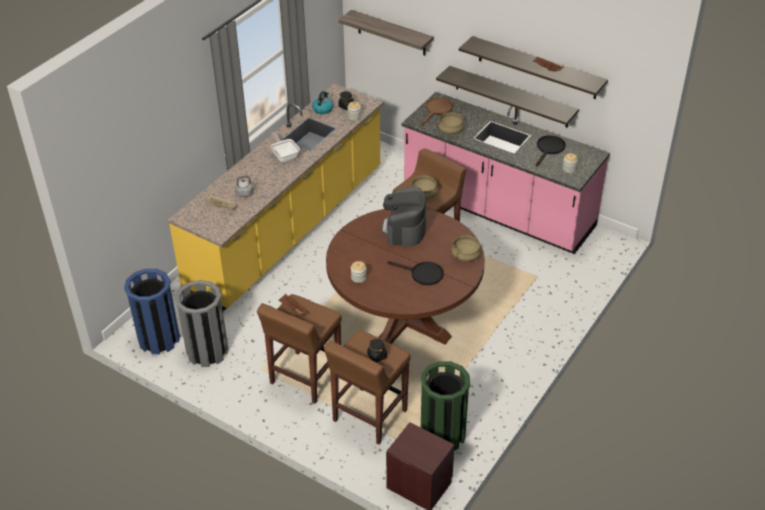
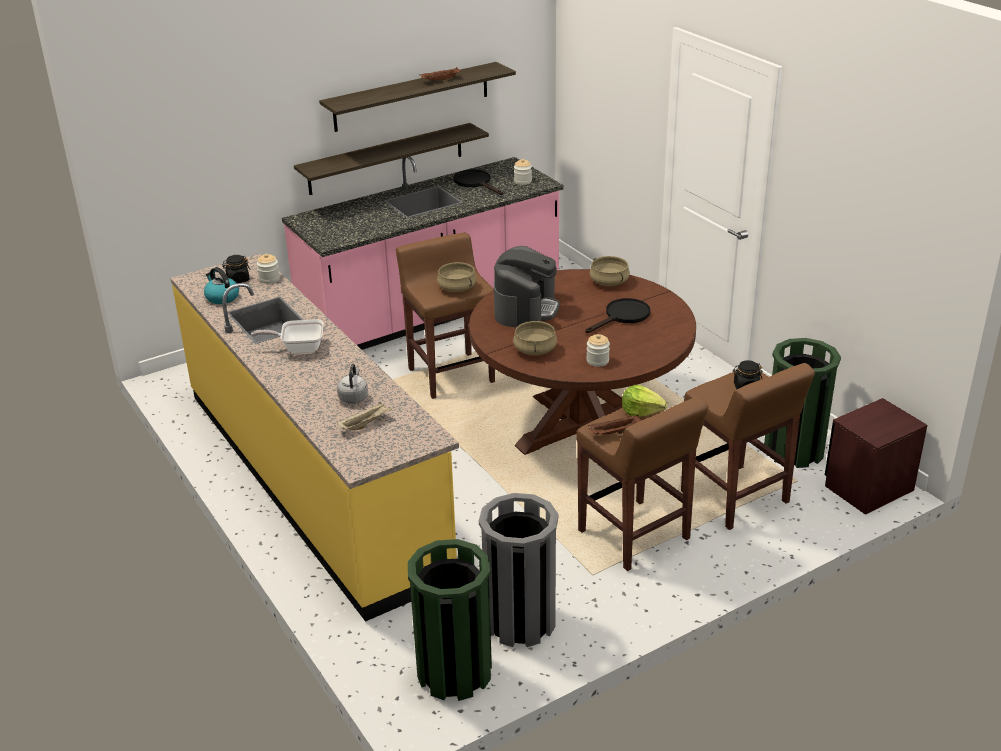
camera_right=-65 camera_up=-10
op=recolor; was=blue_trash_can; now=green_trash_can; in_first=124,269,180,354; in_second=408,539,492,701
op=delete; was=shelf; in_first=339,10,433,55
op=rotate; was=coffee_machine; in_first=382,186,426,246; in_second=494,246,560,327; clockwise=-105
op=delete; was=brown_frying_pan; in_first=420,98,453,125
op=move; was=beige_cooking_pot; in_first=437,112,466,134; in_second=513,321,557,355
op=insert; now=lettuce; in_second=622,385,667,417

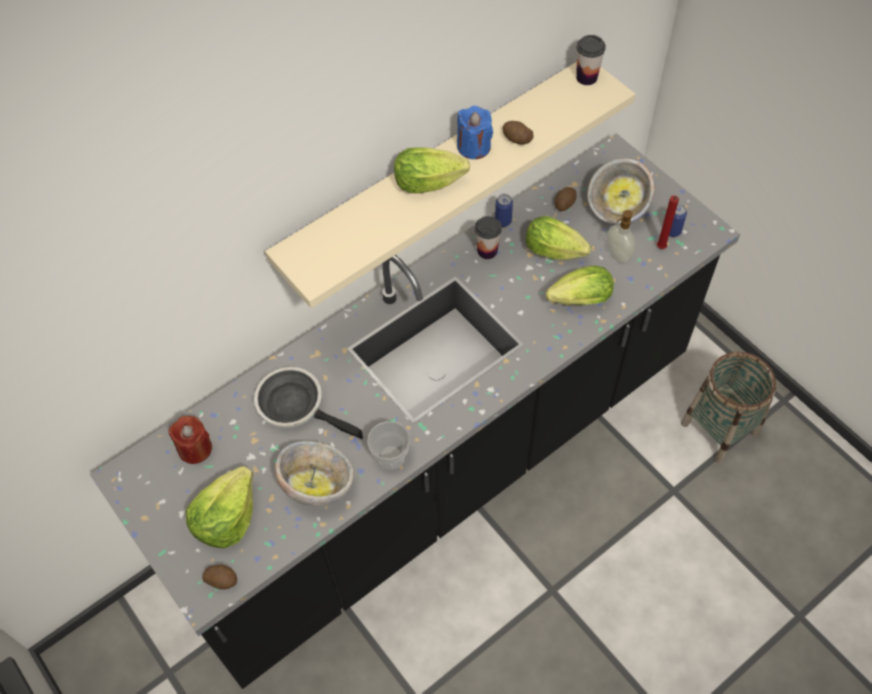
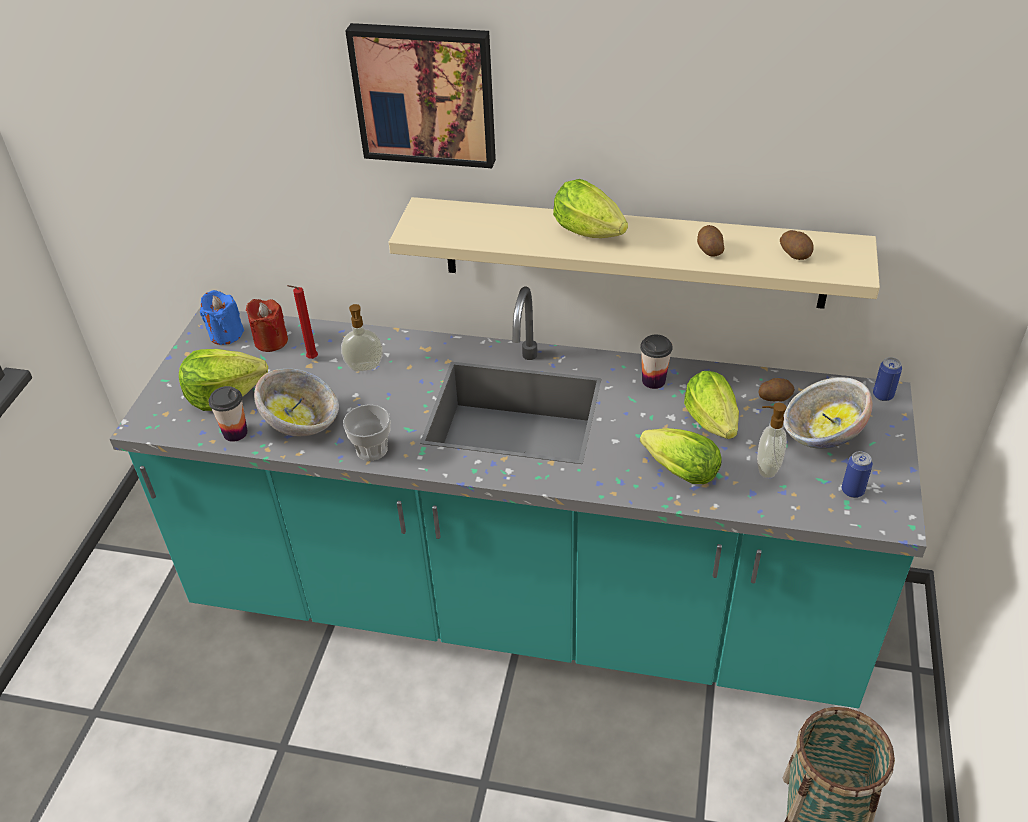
camera_right=50 camera_up=-15
op=recolor; was=black_counter; now=turquoise_counter; in_first=90,133,740,689; in_second=110,286,927,708
op=move; was=potato; in_first=202,565,237,590; in_second=780,230,814,260
op=replace; was=frying_pan; now=soap_dispenser; in_first=254,367,363,439; in_second=341,304,383,371
op=move; was=blue_candle; in_first=457,106,493,159; in_second=200,290,244,345
op=move; was=can; in_first=495,194,513,227; in_second=873,357,902,401
op=move; was=cup; in_first=576,35,606,85; in_second=208,386,248,442
op=move; was=red_candle; in_first=657,196,679,249; in_second=287,285,318,359
op=insert; now=picture; in_second=345,23,496,168

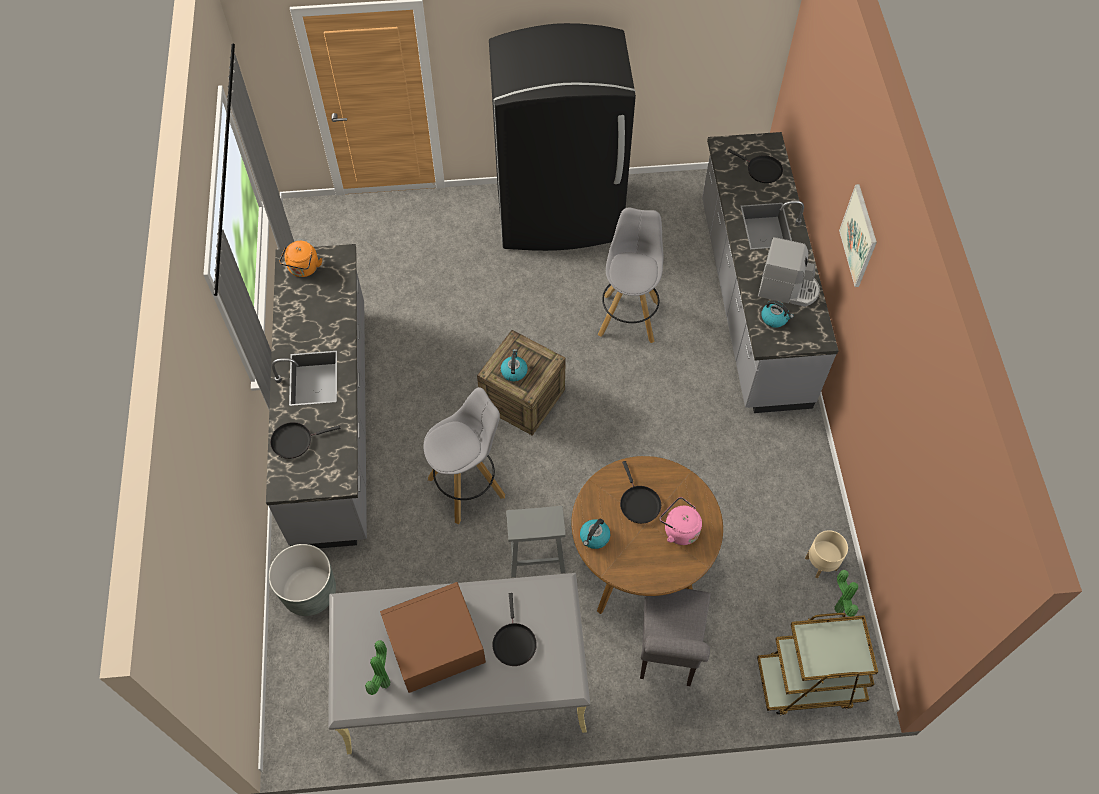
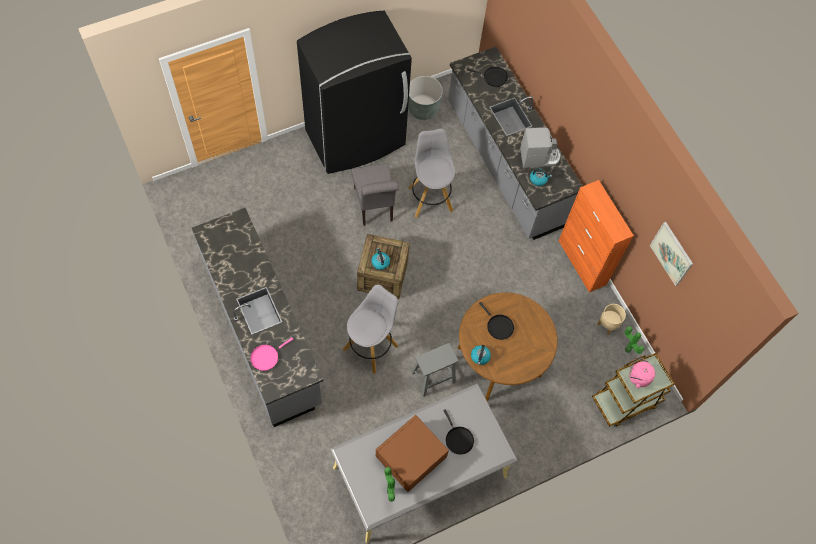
camera_right=-25 camera_up=5
op=move; was=grey_planter; in_first=269,544,336,616; in_second=408,76,443,120
op=recolor; was=black_frying_pan; now=pink_frying_pan; in_first=270,422,340,459; in_second=250,338,293,371
op=delete; was=orange_kettle; in_first=279,241,322,277
op=move; was=grey_chair; in_first=640,589,711,686; in_second=351,163,399,226
op=move; was=pink_kettle; in_first=660,497,702,545; in_second=629,357,655,388
op=move; was=picture; in_first=839,184,877,287; in_second=650,222,693,286
op=insert; now=orange_cabinet; in_second=559,180,634,293

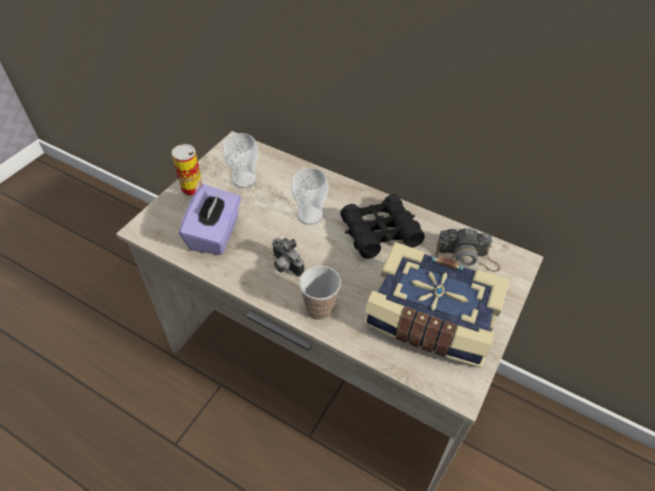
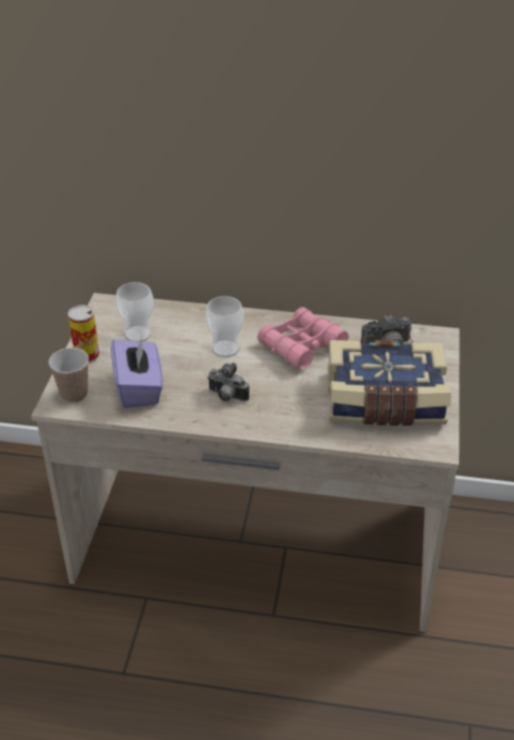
camera_right=-20 camera_up=-10
op=move; was=cup; in_first=299,266,341,320; in_second=49,348,89,403
op=recolor; was=black_binoculars; now=pink_binoculars; in_first=340,194,425,259; in_second=257,307,349,369

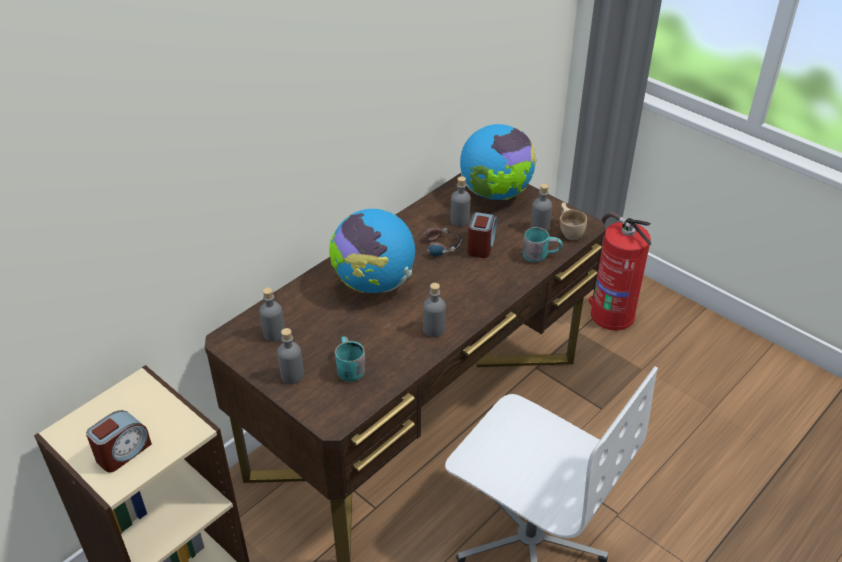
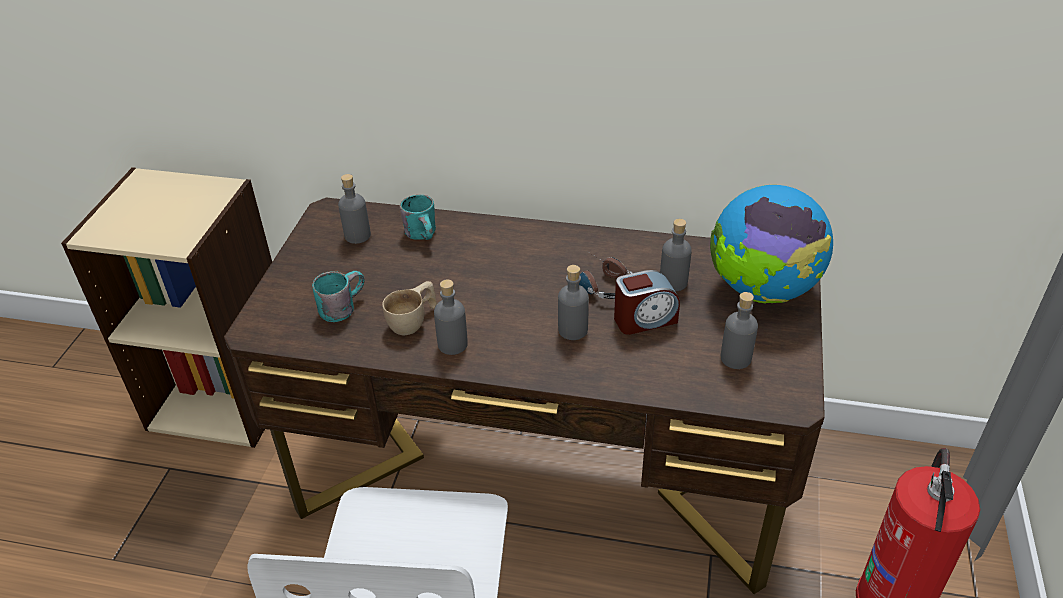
camera_right=60 camera_up=0
op=delete; was=alarm_clock; in_first=86,410,152,473
op=move; was=grey_bottle; in_first=277,328,304,384; in_second=558,265,589,340
op=delete; was=globe; in_first=329,209,415,293
op=move; was=turquoise_mug; in_first=523,227,563,262; in_second=400,195,436,240
op=move; was=beige_cup; in_first=560,202,587,240; in_second=382,281,437,335

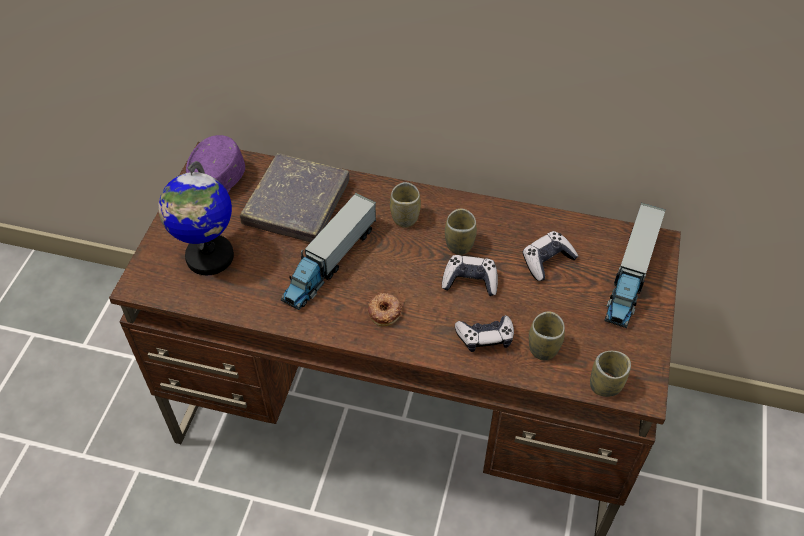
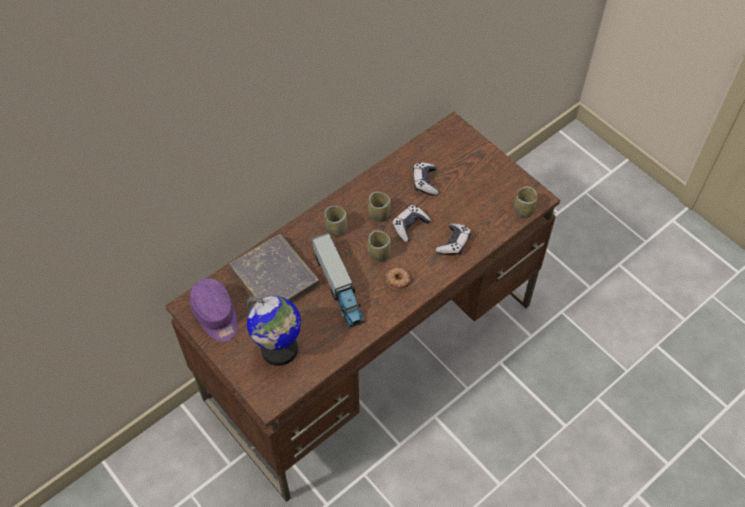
camera_right=-55 camera_up=5
op=move; was=cup; in_first=529,311,565,360; in_second=368,231,391,262
op=delete; was=toy_truck; in_first=604,203,666,328

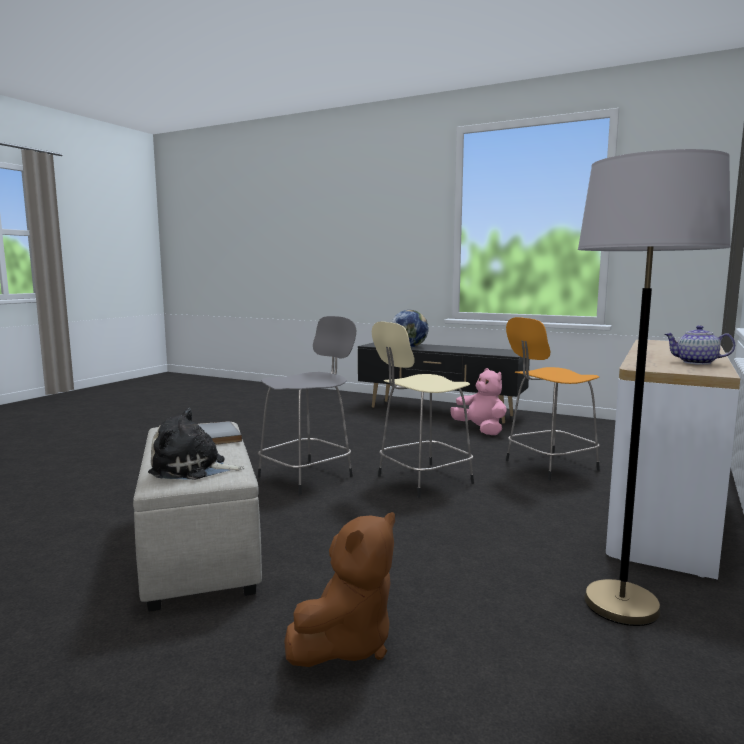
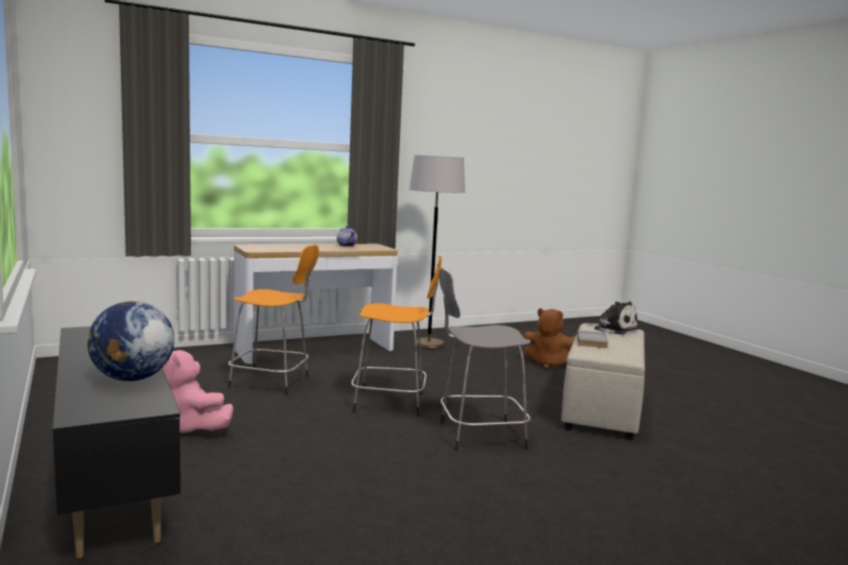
camera_right=-145 camera_up=0
op=rotate; was=brown_plush_toy; in_first=284,512,395,667; in_second=523,308,575,369; clockwise=-135
op=recolor; was=beige_stool; now=orange_stool; in_first=372,321,474,498; in_second=351,256,442,416
op=rotate; was=pink_plush_toy; in_first=450,368,507,435; in_second=162,350,233,433; clockwise=-45

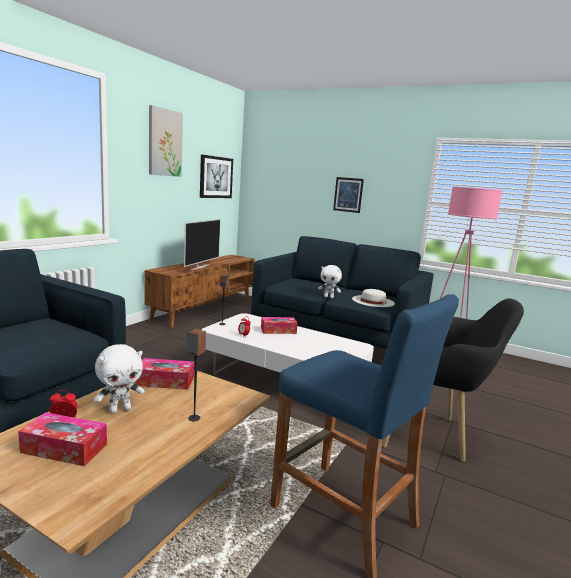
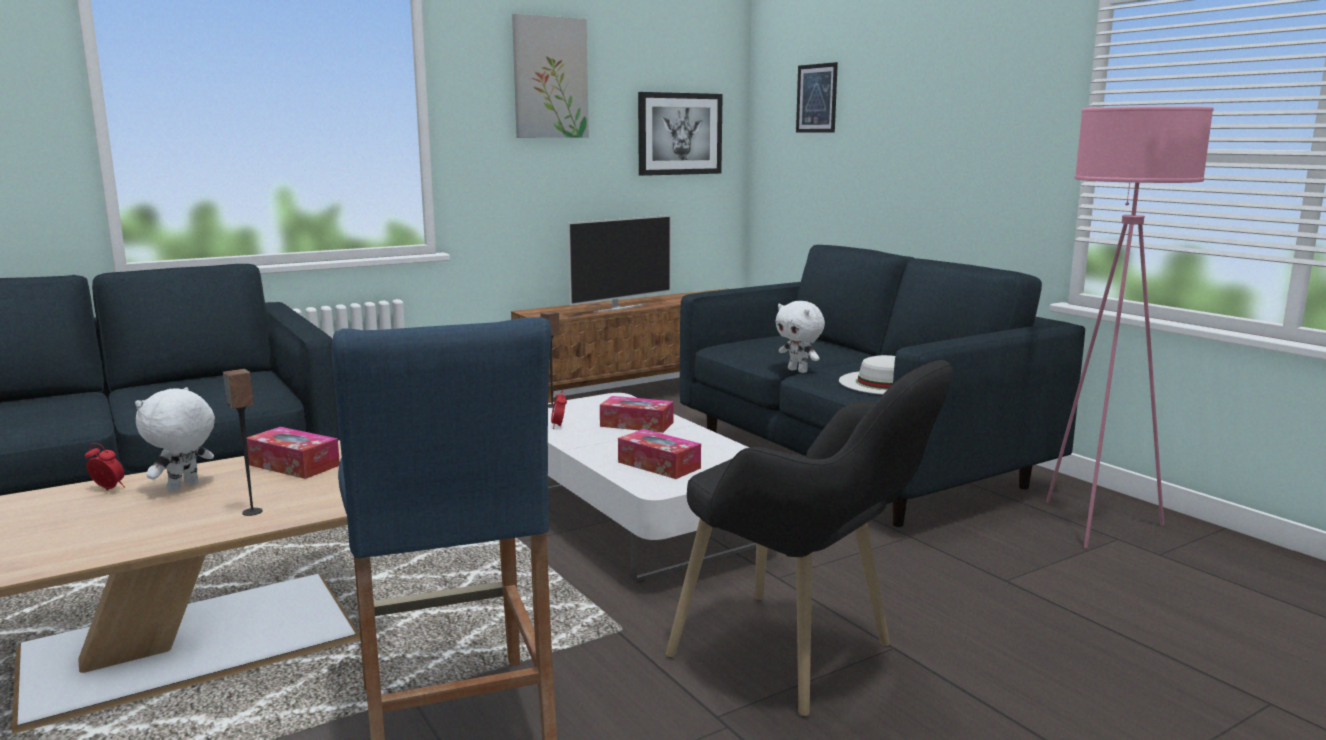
camera_right=30 camera_up=0
op=move; was=tissue_box; in_first=18,412,107,466; in_second=618,429,701,479
op=rotate; was=white_plush_toy; in_first=94,344,145,414; in_second=135,387,215,493; clockwise=120
op=move; was=picture; in_first=333,177,364,213; in_second=796,62,838,133

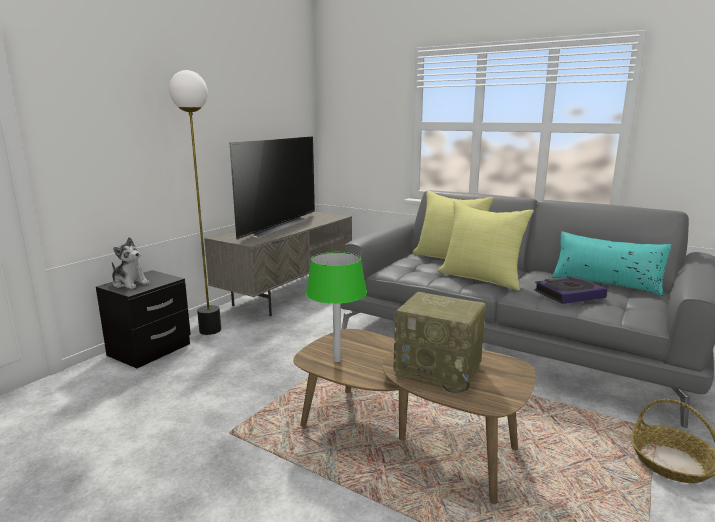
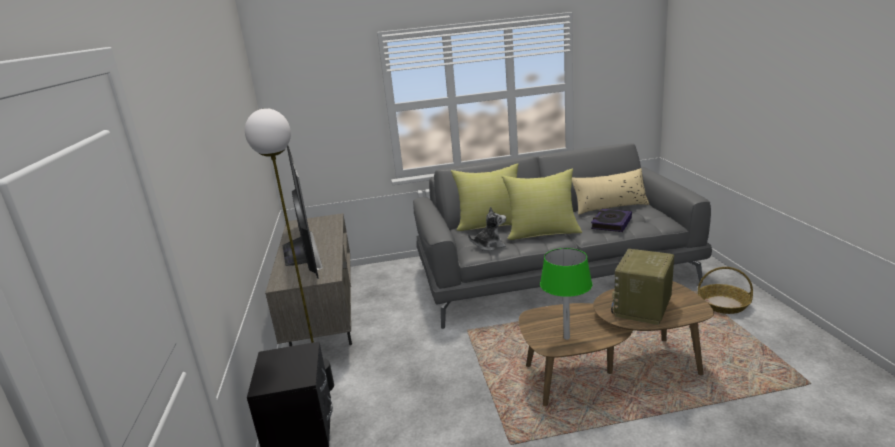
camera_right=-40 camera_up=5
op=move; was=plush_toy; in_first=112,237,150,289; in_second=468,206,506,251
op=rotate; was=radio; in_first=393,292,486,393; in_second=611,249,674,325; clockwise=135
op=recolor; was=turquoise_pillow; now=beige_pillow; in_first=552,232,672,296; in_second=572,168,649,215

